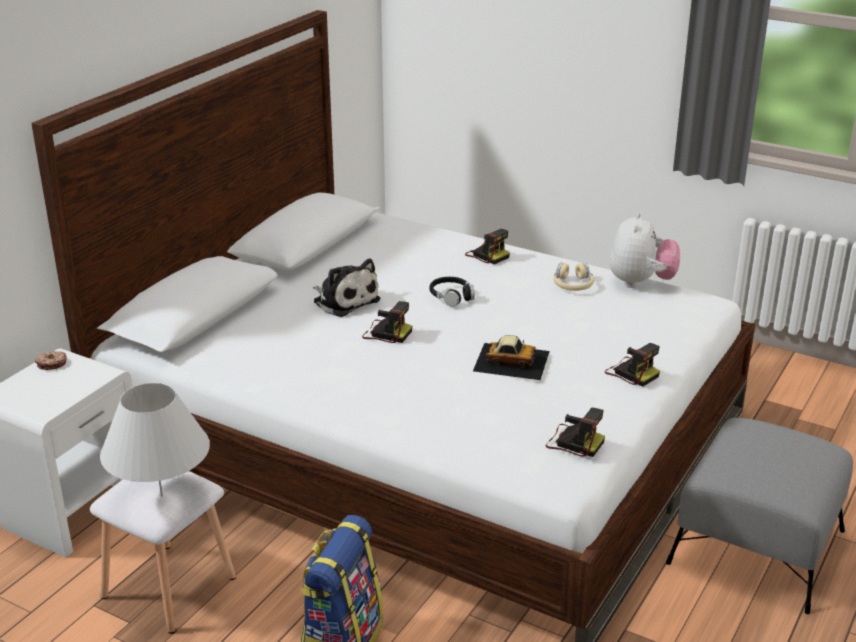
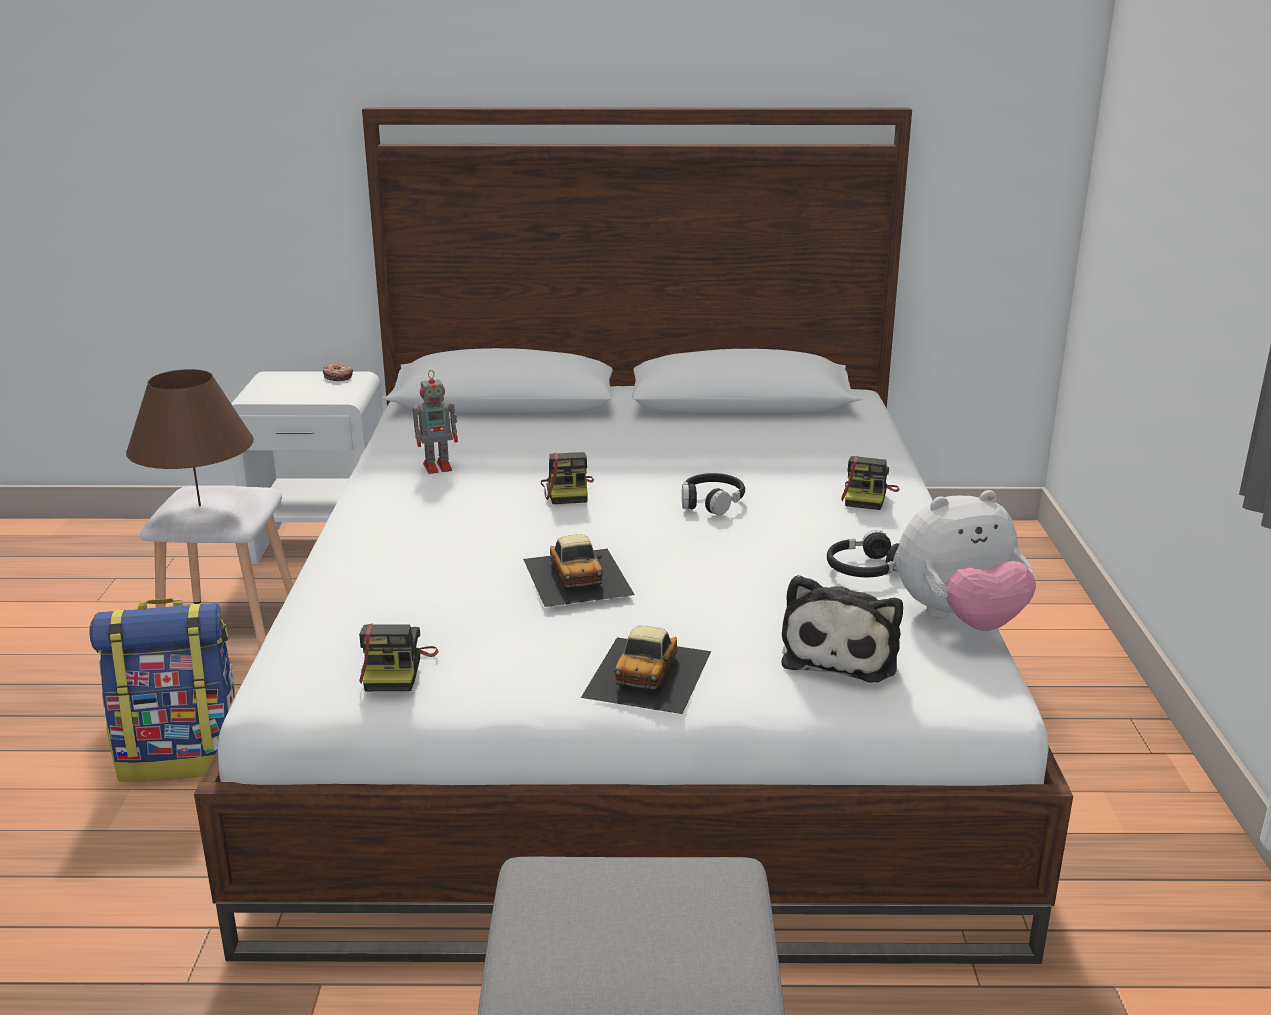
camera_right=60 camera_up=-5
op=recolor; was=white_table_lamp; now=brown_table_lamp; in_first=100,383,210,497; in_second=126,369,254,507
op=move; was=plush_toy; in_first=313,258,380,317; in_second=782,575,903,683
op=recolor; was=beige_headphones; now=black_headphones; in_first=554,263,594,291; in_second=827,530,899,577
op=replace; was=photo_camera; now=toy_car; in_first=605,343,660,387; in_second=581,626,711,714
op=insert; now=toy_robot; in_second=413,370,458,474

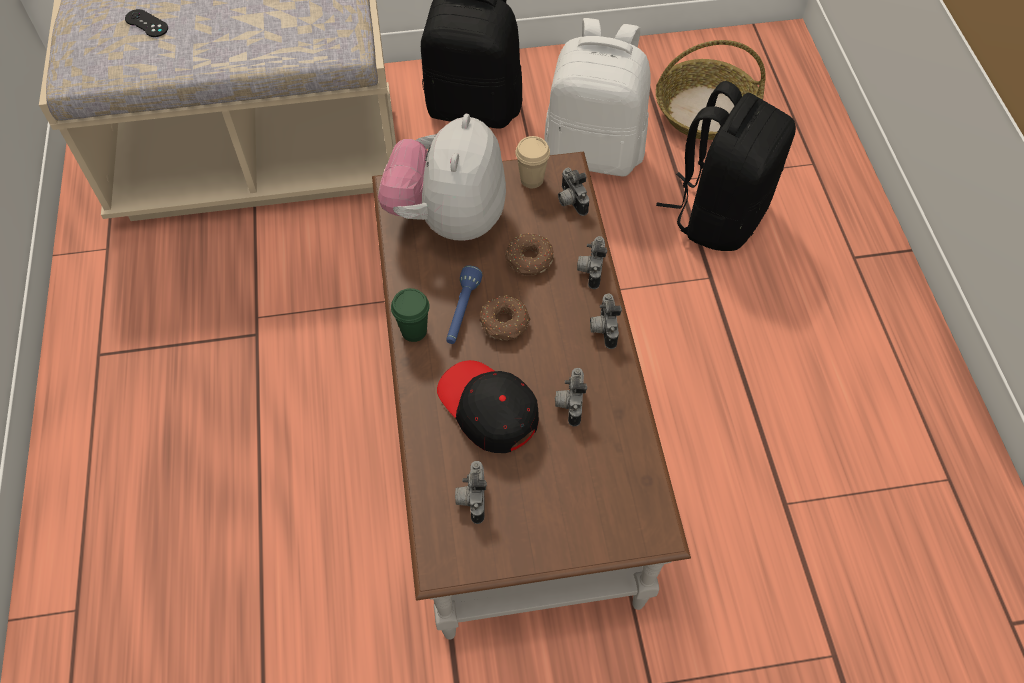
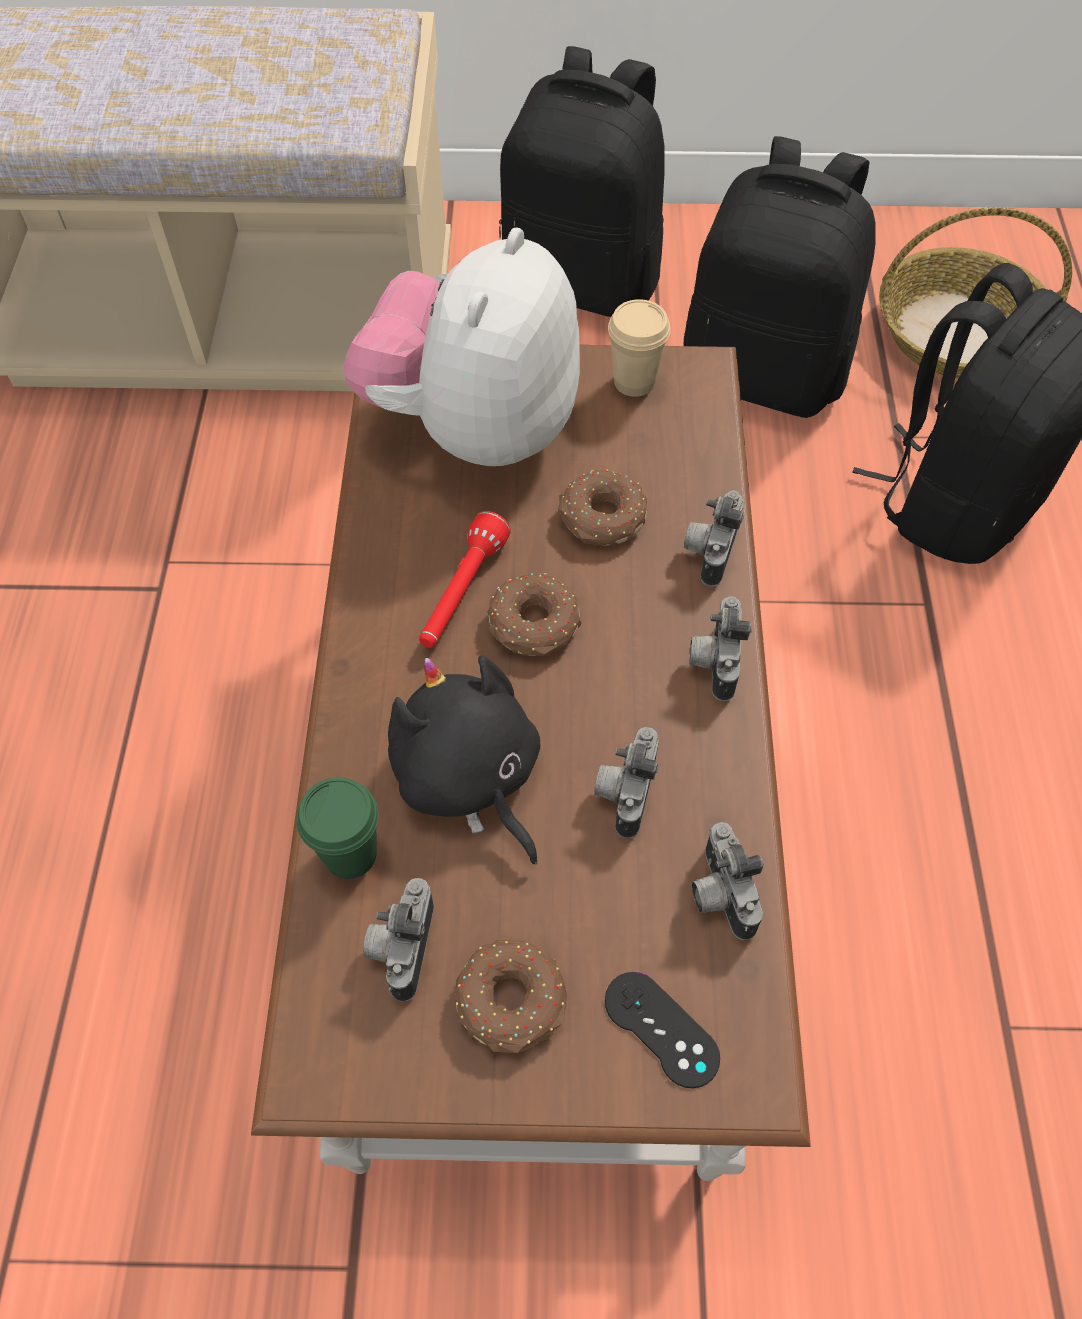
camera_right=10 camera_up=0
op=move; was=black_game_controller; in_first=125,9,168,37; in_second=605,972,720,1088
op=move; was=green_cup; in_first=391,288,430,342; in_second=297,777,379,879
op=replace; was=black_cap; now=black_plush_toy; in_first=437,360,539,453; in_second=388,656,540,865
op=recolor; was=blue_flashlight; now=red_flashlight; in_first=446,265,483,344; in_second=419,511,511,648
op=recolor; was=white_backpack; now=black_backpack; in_first=544,18,651,176; in_second=683,136,875,418
op=move; was=photo_camera; in_first=558,168,589,216; in_second=692,822,764,940
op=insert; now=donut; in_second=455,939,567,1053

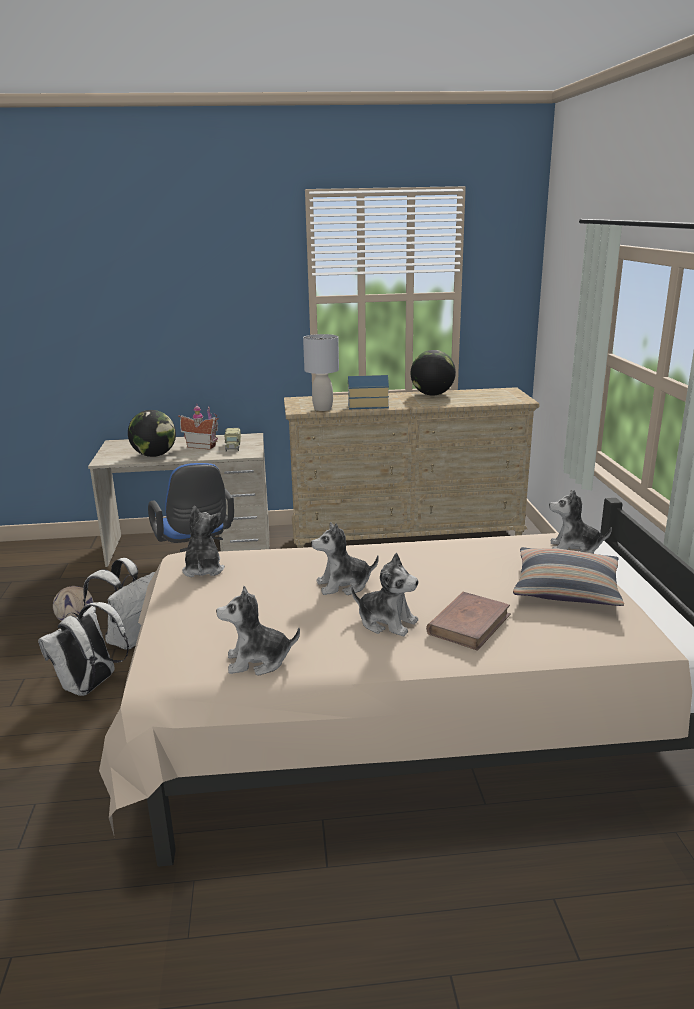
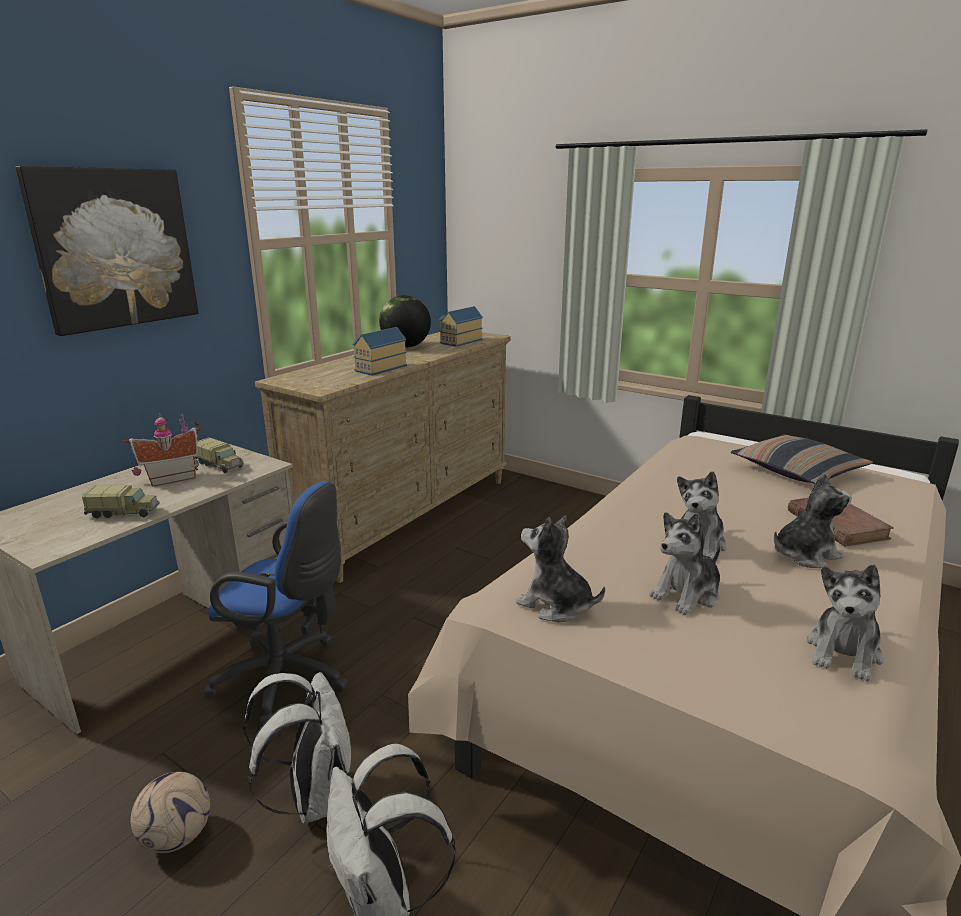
camera_right=-50 camera_up=0
op=replace; was=globe; now=toy_truck; in_first=128,410,176,457; in_second=82,485,160,518
op=delete; was=grey_table_lamp; in_first=303,334,339,411
op=move; was=plush_toy; in_first=549,490,612,554; in_second=649,512,720,615
op=insert; now=picture; in_second=16,166,199,336
op=insert; now=toy_house; in_second=439,306,483,347

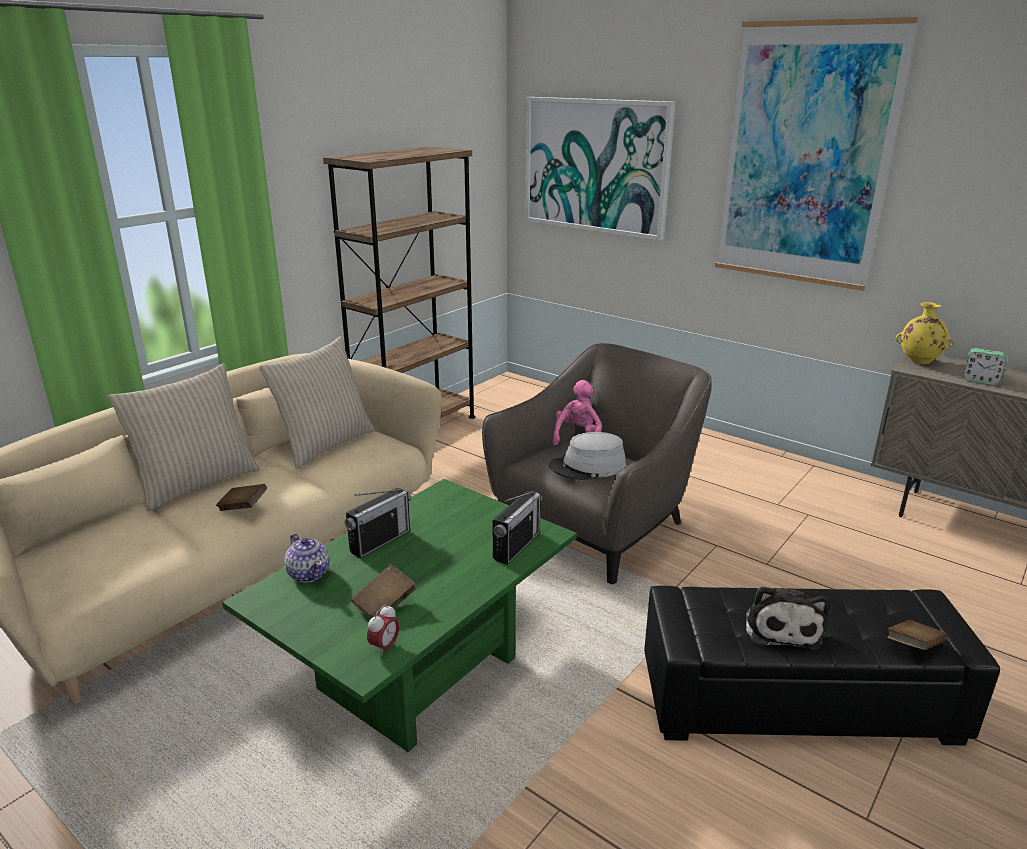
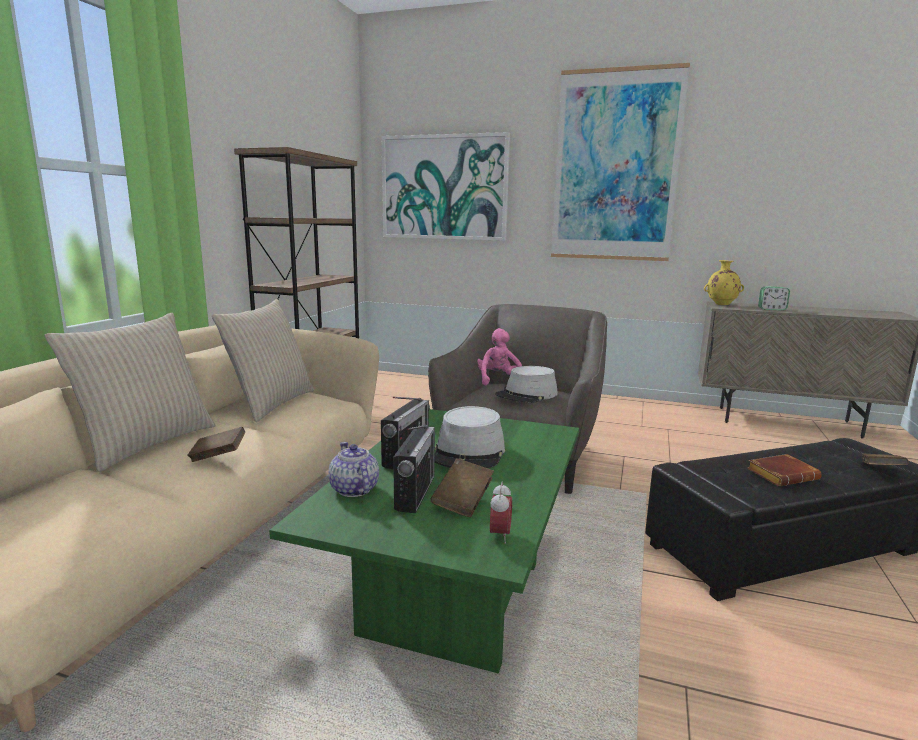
camera_right=-20 camera_up=-10
op=rotate; was=teapot; in_first=284,533,330,583; in_second=329,442,379,497; clockwise=-150
op=move; was=radio; in_first=492,491,542,565; in_second=393,425,435,513
op=replace; was=plush_toy; now=brown_book; in_first=746,586,829,650; in_second=747,454,822,487
op=insert; now=grey_hat; in_second=435,406,505,468

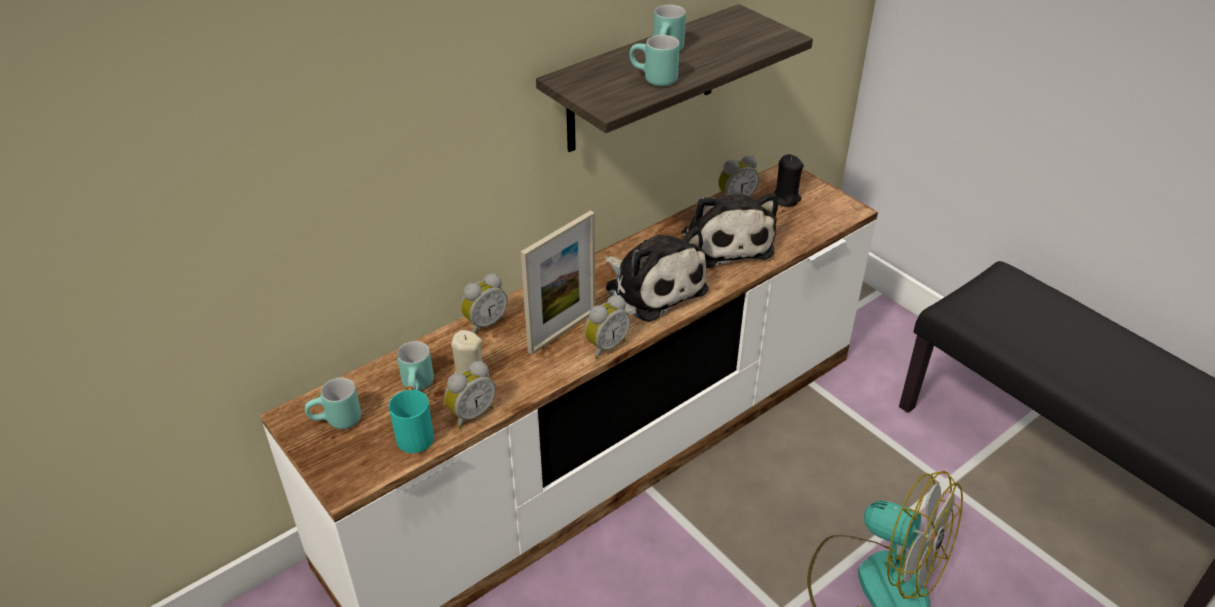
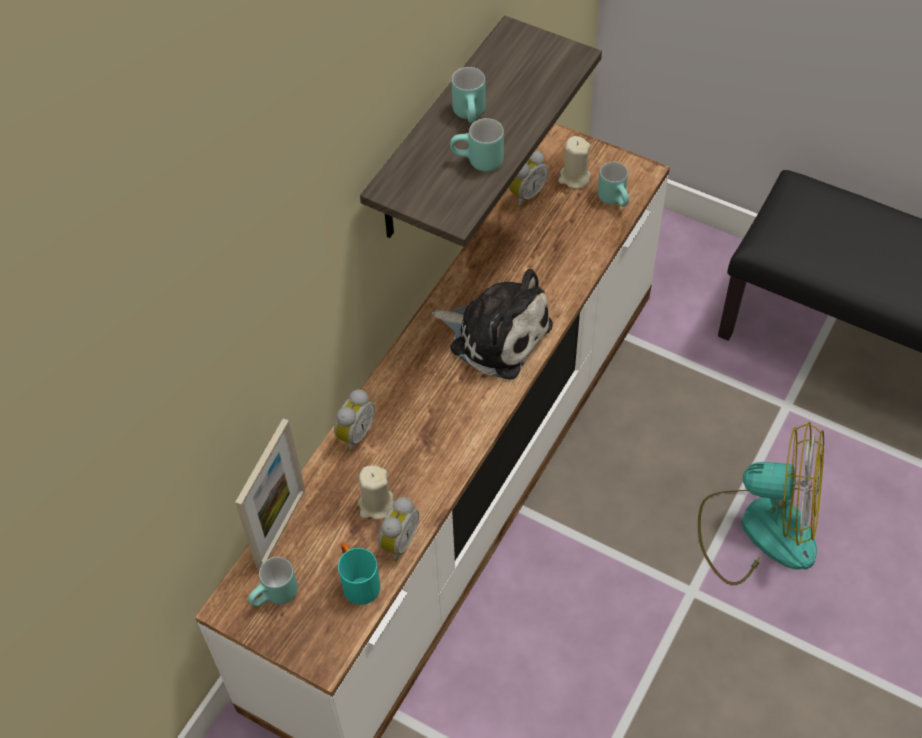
camera_right=-20 camera_up=15
op=move; was=turquoise_mug; in_first=397,341,434,391; in_second=598,162,629,207
op=move; was=picture_frame; in_first=521,210,596,355; in_second=235,418,305,569
op=delete; was=alarm_clock; in_first=585,295,631,358
op=delete; was=plush_toy; in_first=682,193,778,268
op=recolor; was=black_candle; now=beige_candle; in_first=774,154,804,207; in_second=558,136,591,189

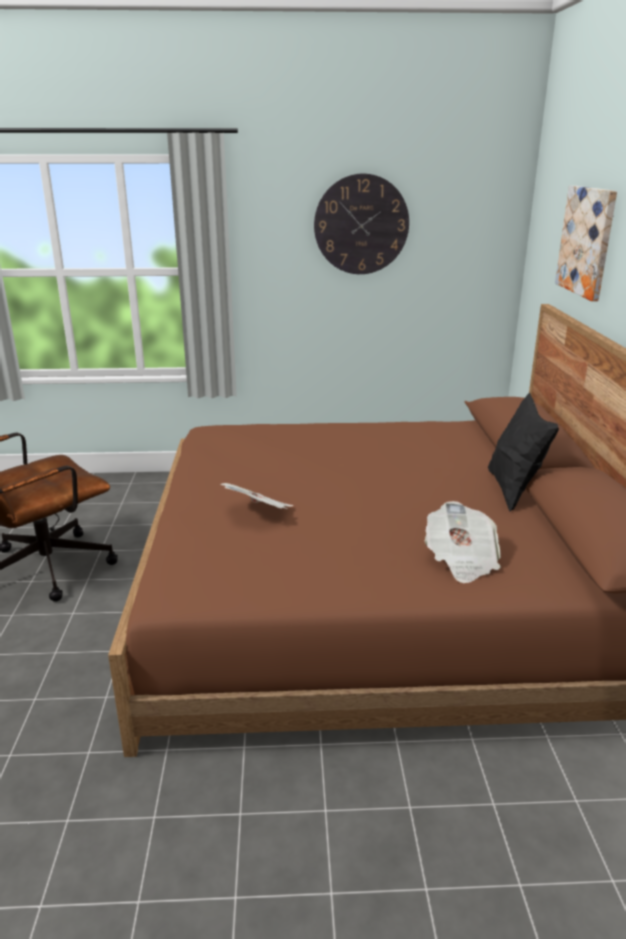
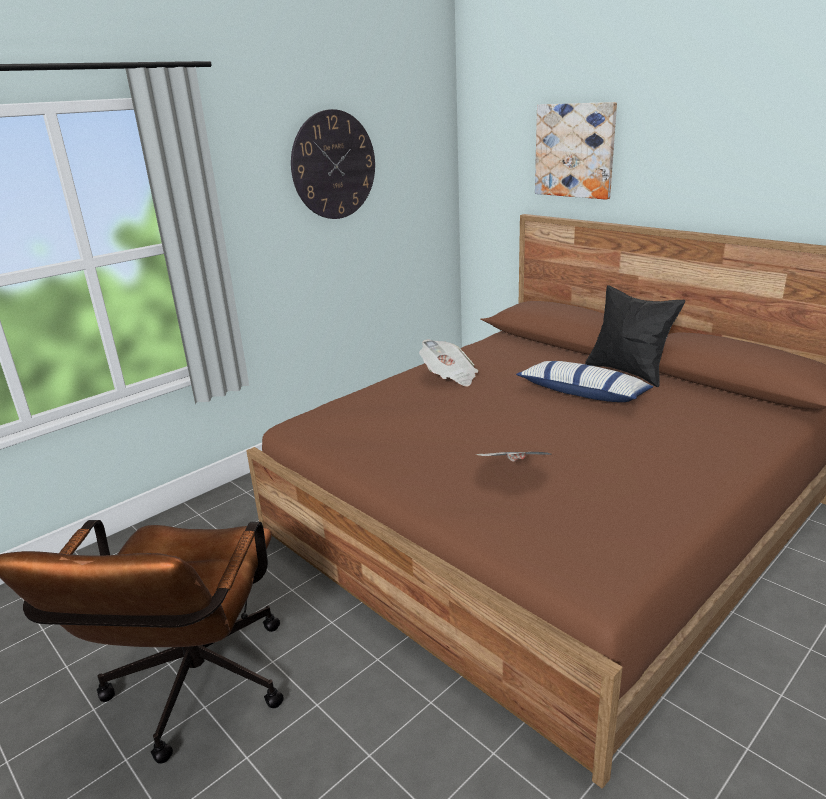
camera_right=-40 camera_up=0
op=move; was=newspaper; in_first=425,501,501,583; in_second=419,339,479,386
op=insert; now=pillow; in_second=516,361,653,402

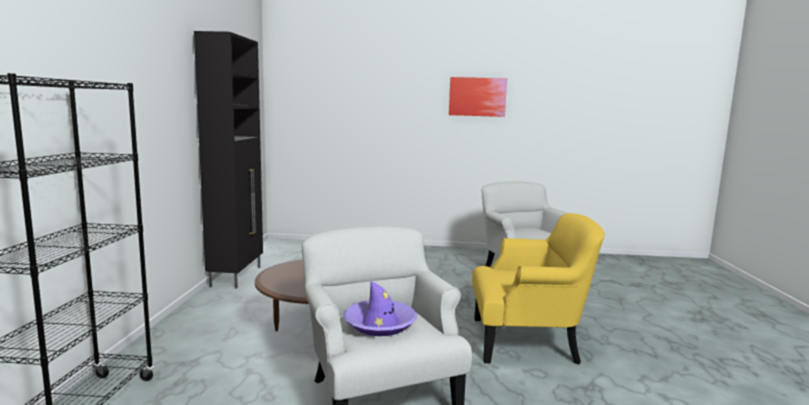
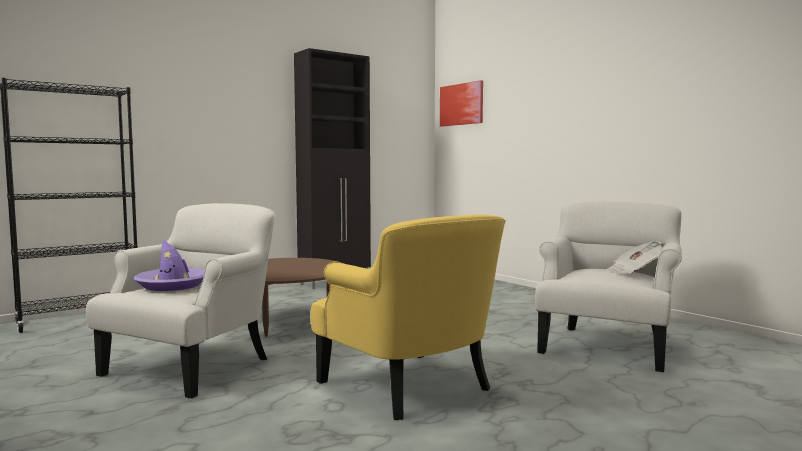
camera_right=50 camera_up=-5
op=move; was=picture; in_first=449,77,507,117; in_second=440,80,483,126
op=insert; now=newspaper; in_second=605,241,663,274

